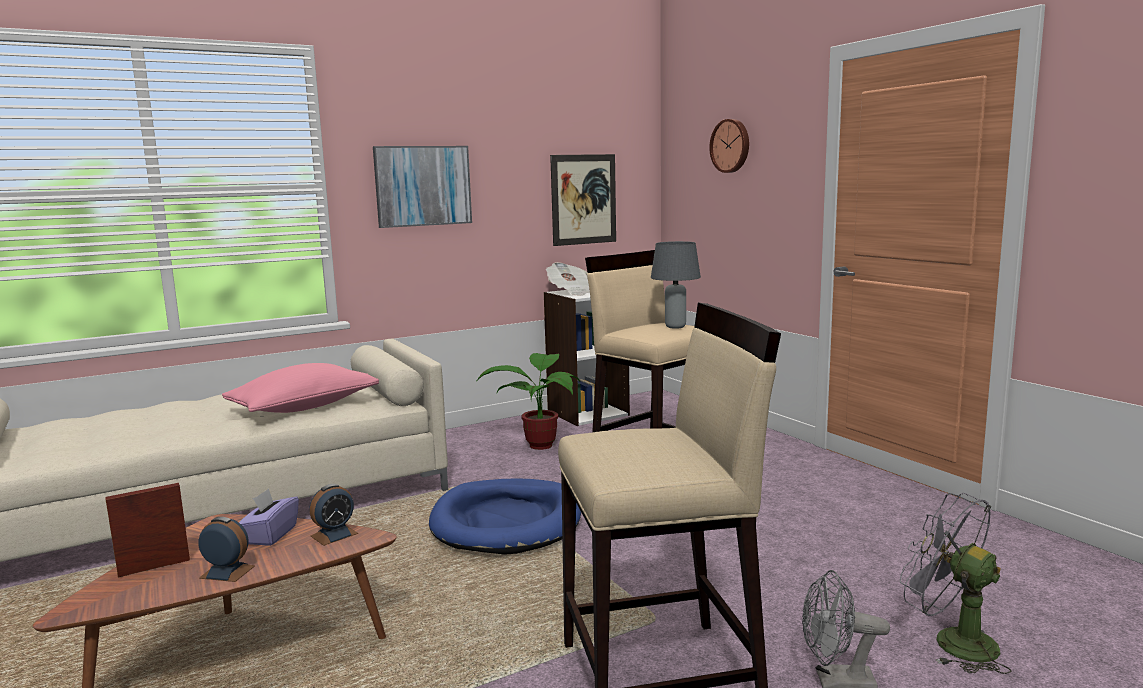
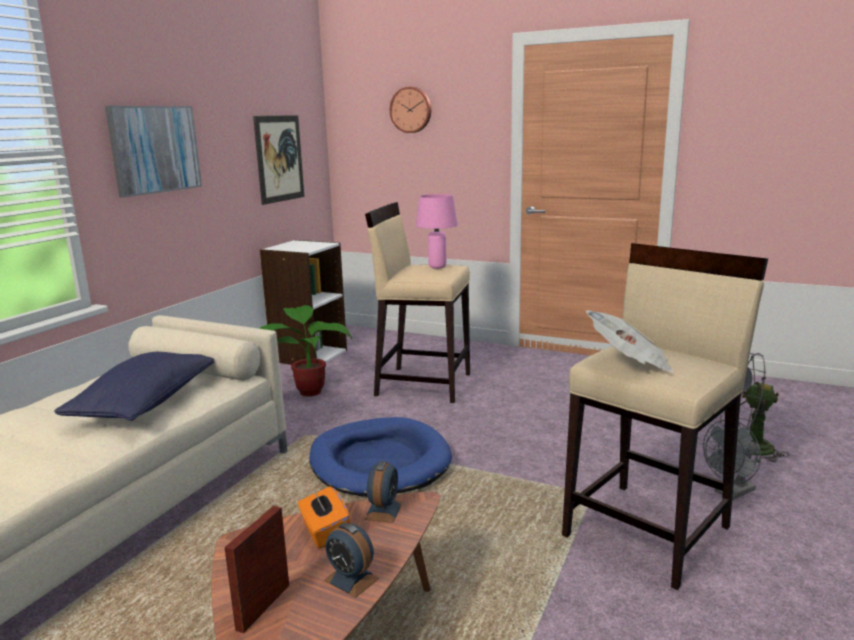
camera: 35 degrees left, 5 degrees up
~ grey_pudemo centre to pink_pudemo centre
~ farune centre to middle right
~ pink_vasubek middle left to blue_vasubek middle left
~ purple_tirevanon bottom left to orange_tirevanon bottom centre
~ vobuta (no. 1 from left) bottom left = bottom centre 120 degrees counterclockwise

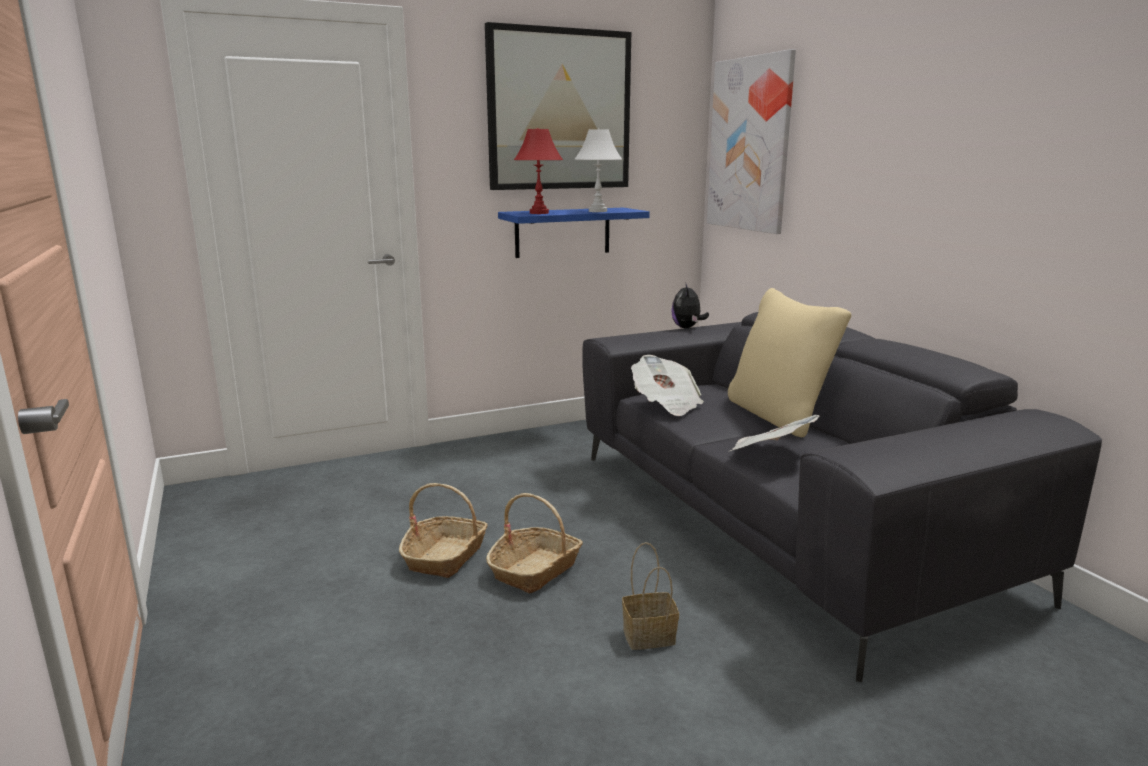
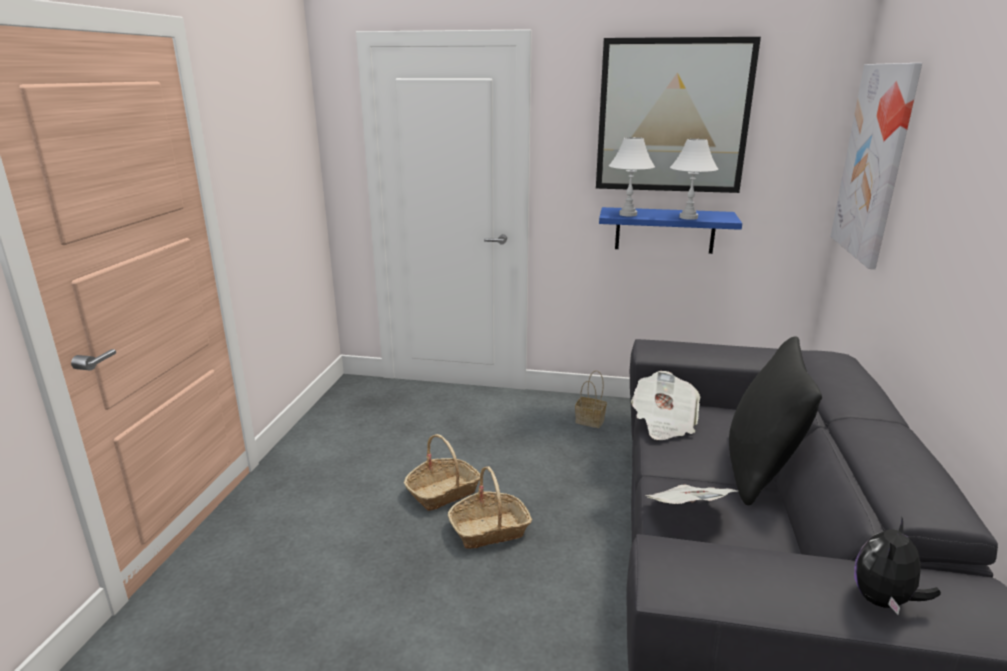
camera: 35 degrees right, 5 degrees up
~ red_pudemo top centre to white_pudemo (no. 1 from left) top centre
~ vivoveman centre to bottom right
~ beige_vasubek middle right to black_vasubek middle right
~ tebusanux (no. 3 from left) bottom centre to centre

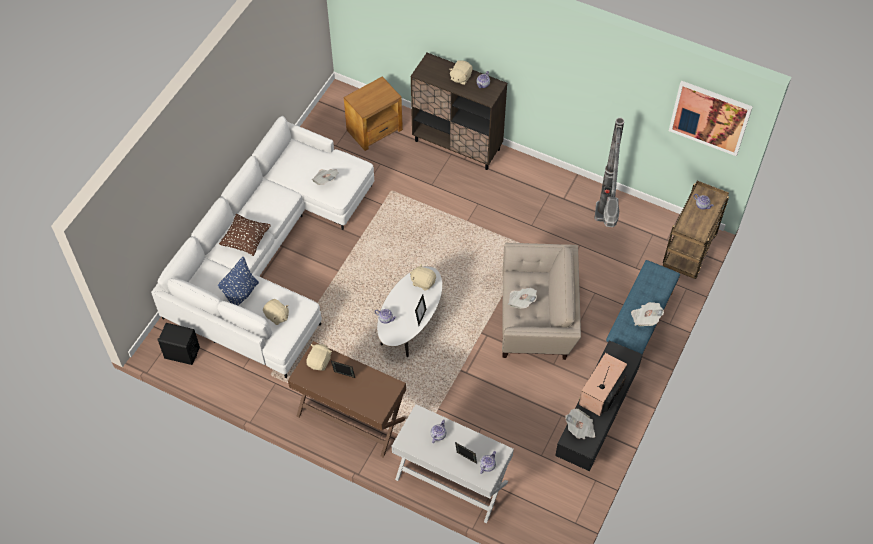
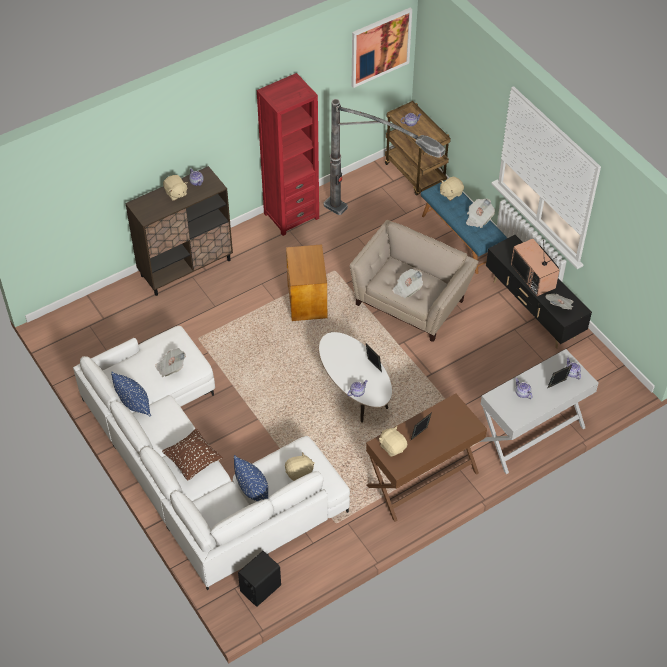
camera: 60 degrees left, 5 degrees down
~ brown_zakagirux top centre to centre
~ beige_vivoveman (no. 3 from left in the first image) centre to beige_vivoveman (no. 4 from left) top right
+ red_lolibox top centre
+ blue_vasubek (no. 1 from left) middle left

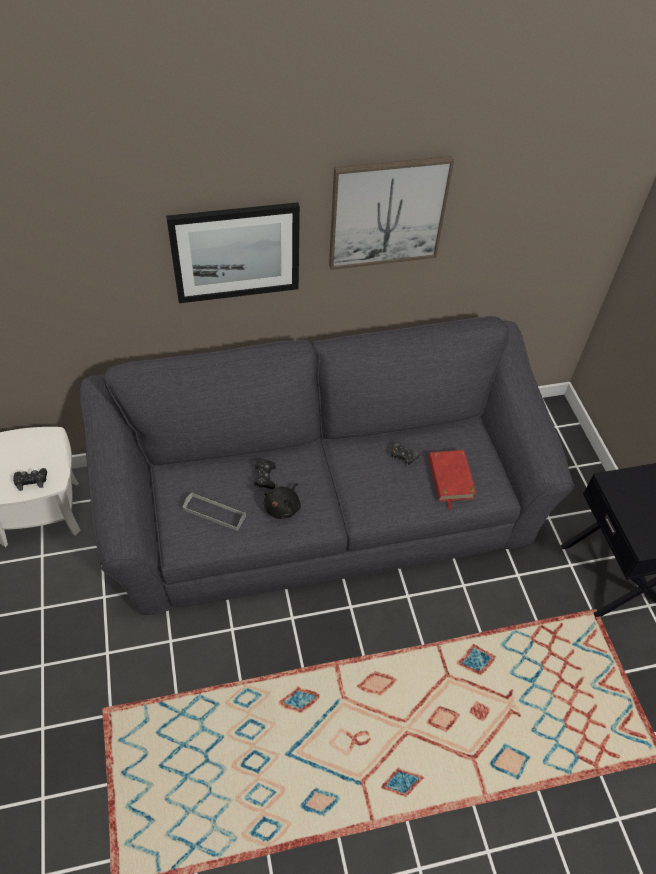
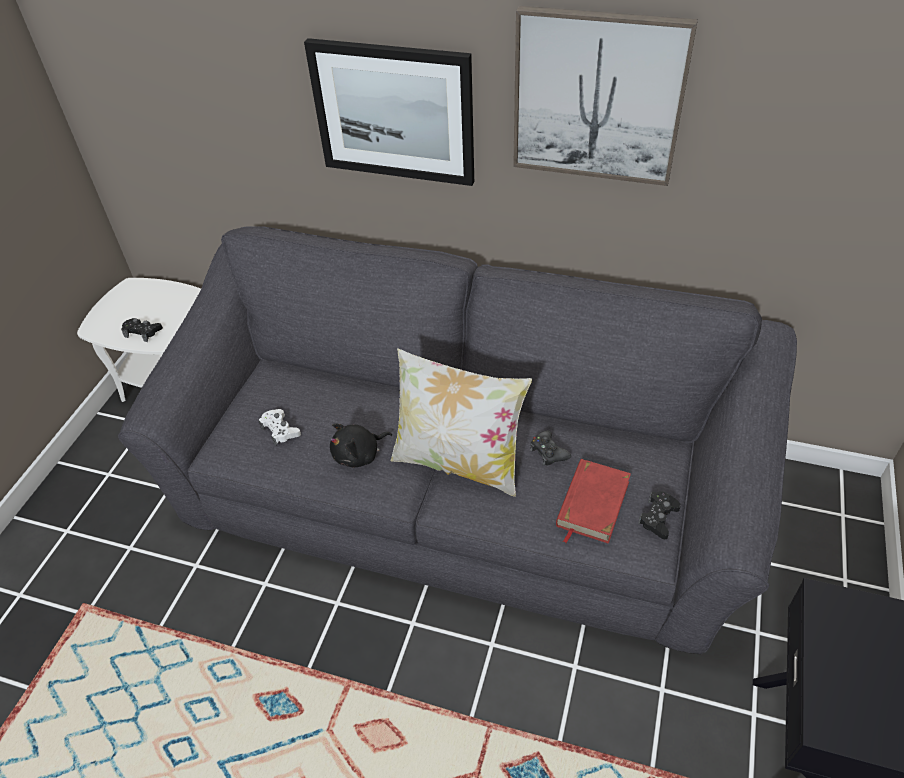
camera: 35 degrees right, 5 degrees down
~ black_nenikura (no. 2 from left in the first image) centre to black_nenikura (no. 3 from left) middle right
~ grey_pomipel middle left to white_nenikura middle left
+ vasubek centre

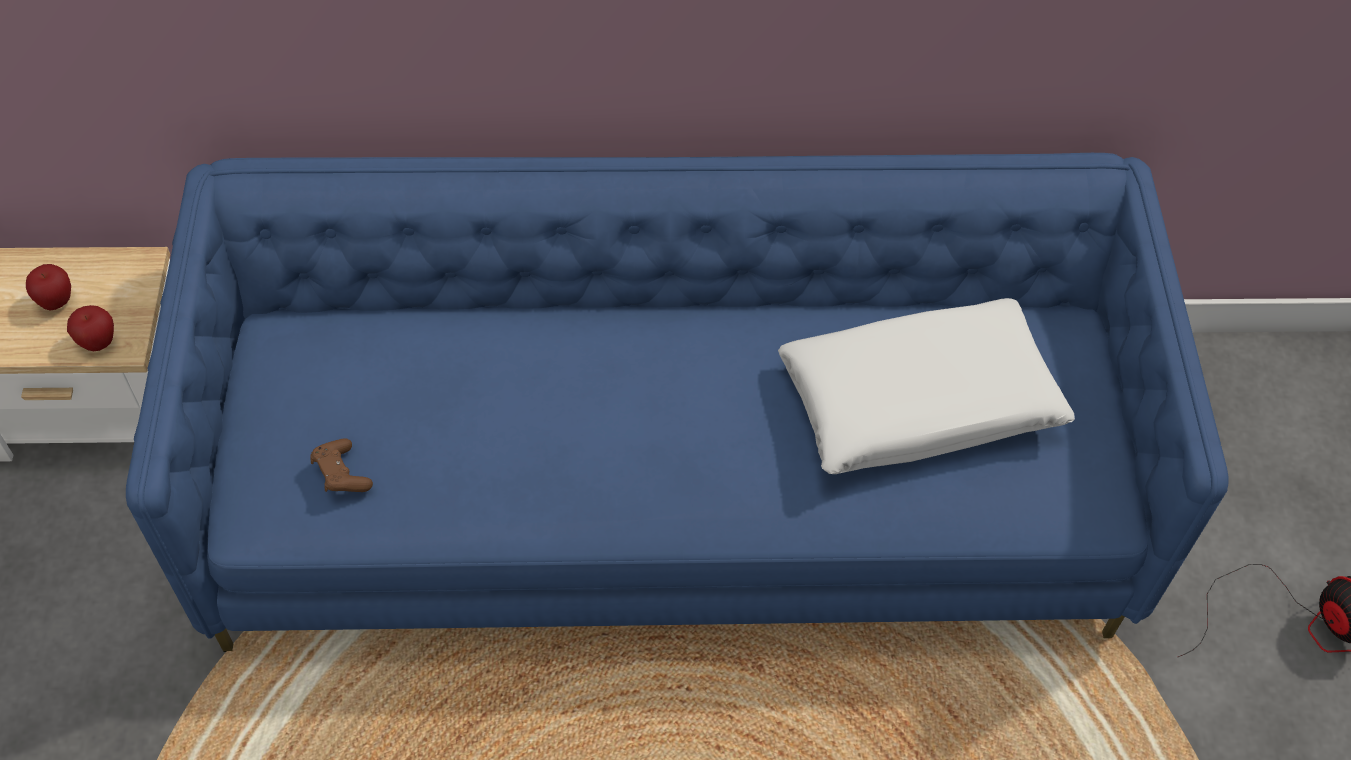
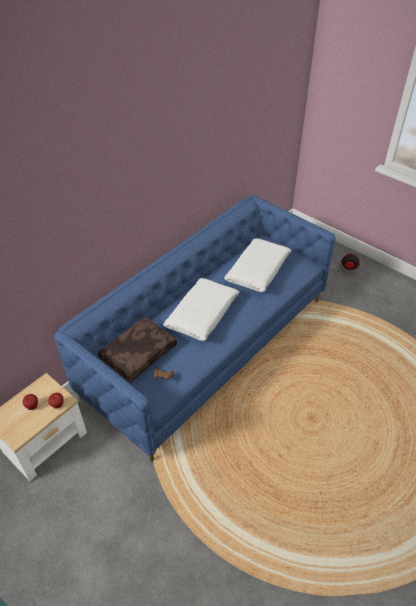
camera: 45 degrees left, 10 degrees down
+ white_vasubek (no. 1 from left) centre
+ brown_vasubek middle left

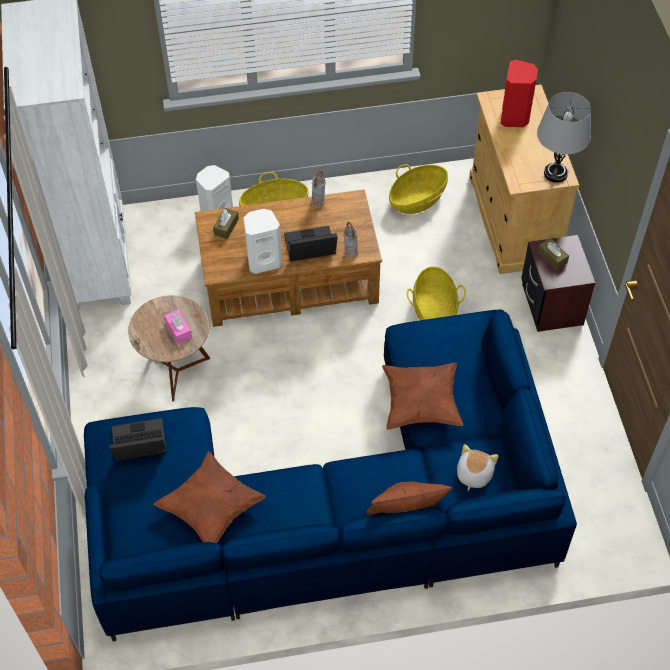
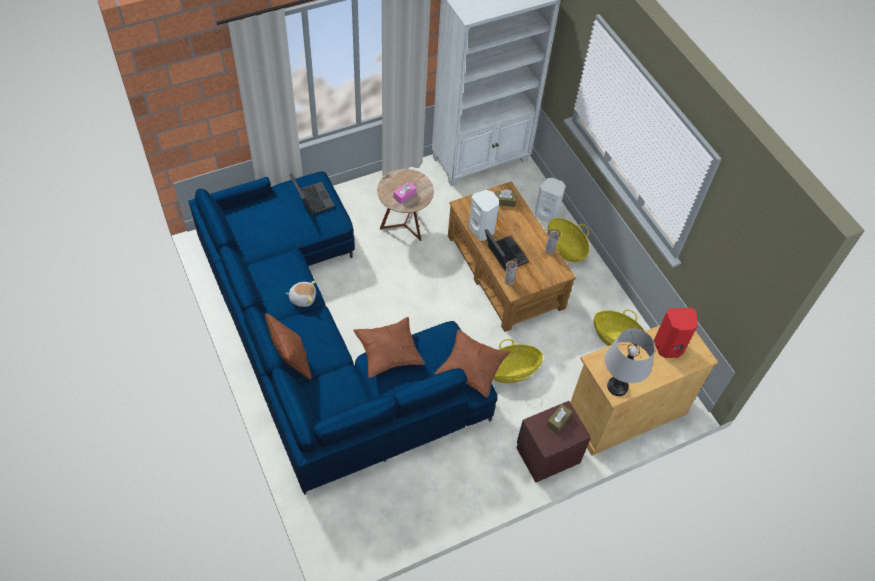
camera: 70 degrees right, 0 degrees up
~ vivoveman bottom right to centre
~ brown_vasubek (no. 1 from left in the first image) bottom left to brown_vasubek (no. 3 from left) centre

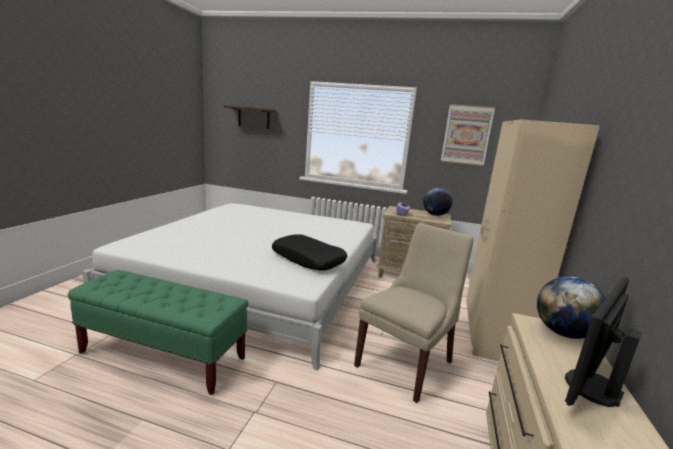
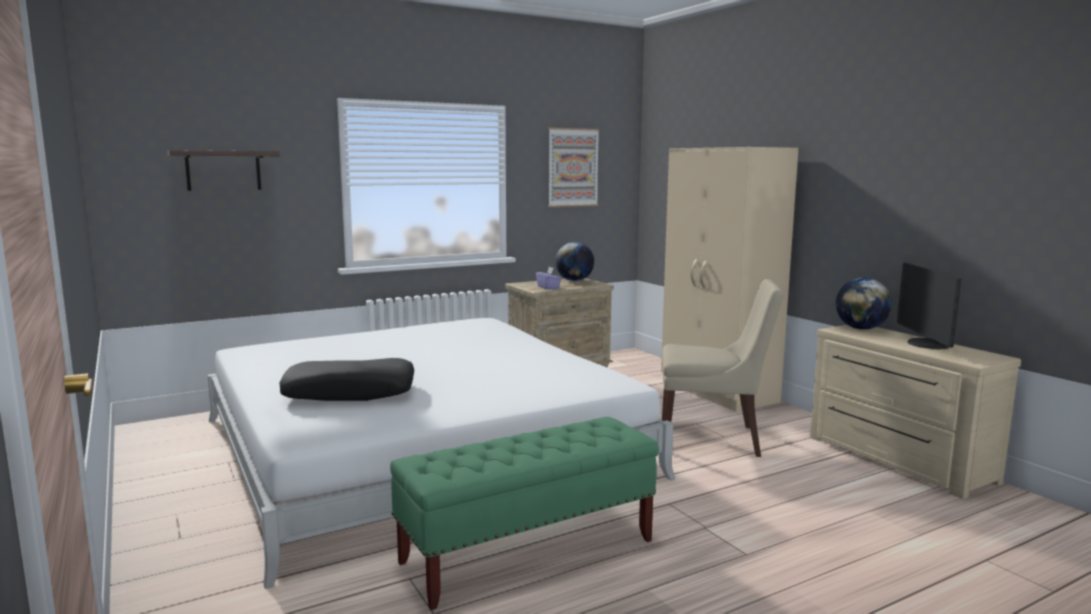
camera: 45 degrees left, 5 degrees down
~ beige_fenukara bottom centre = centre 105 degrees clockwise
~ black_vasubek centre to middle left

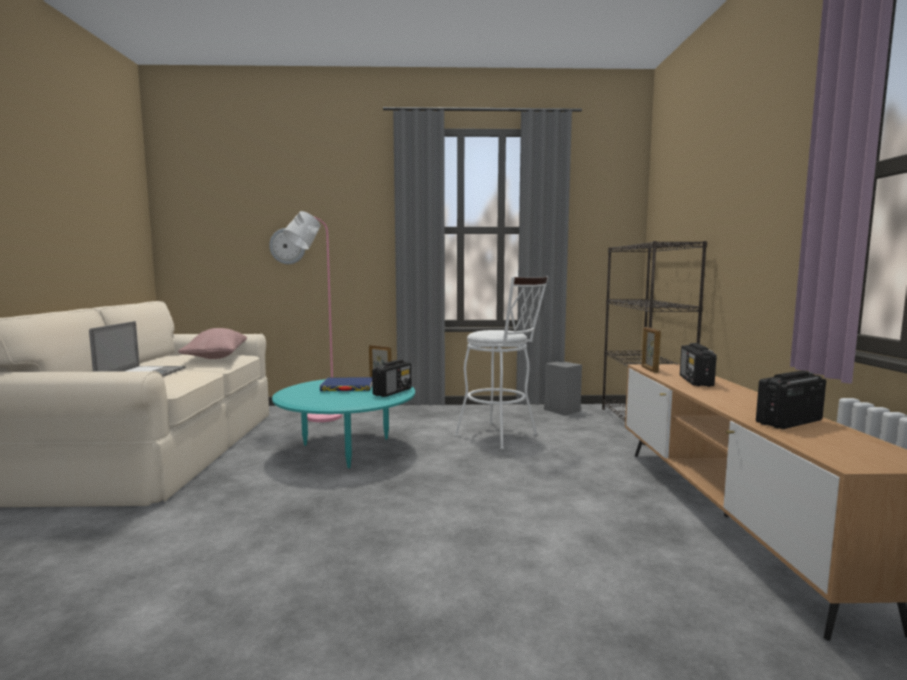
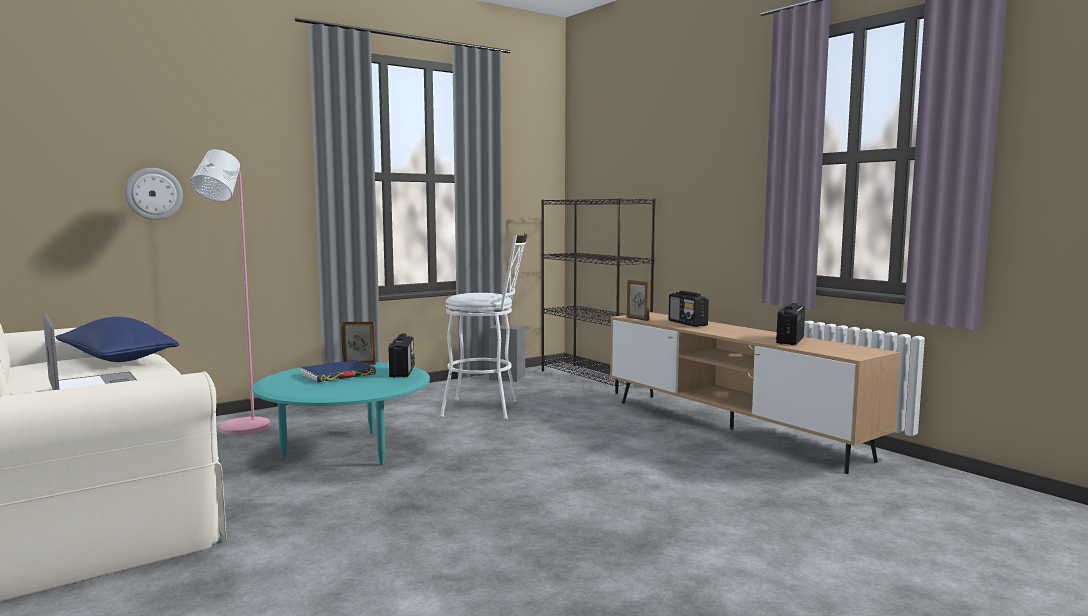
camera: 35 degrees left, 0 degrees up
~ pink_vasubek middle left to blue_vasubek middle left

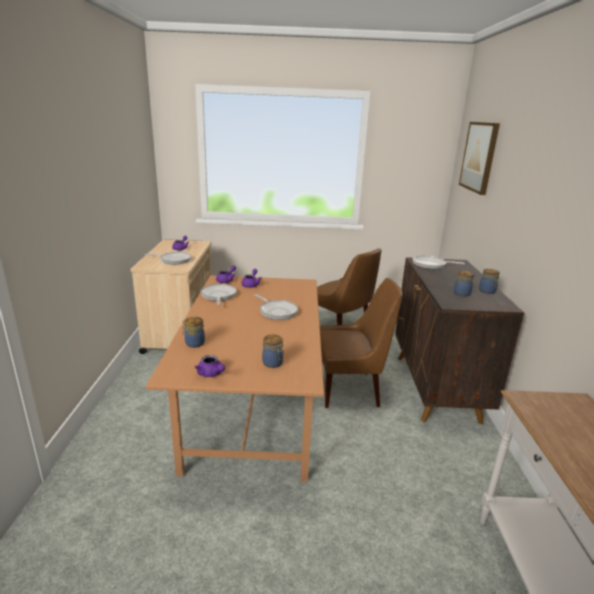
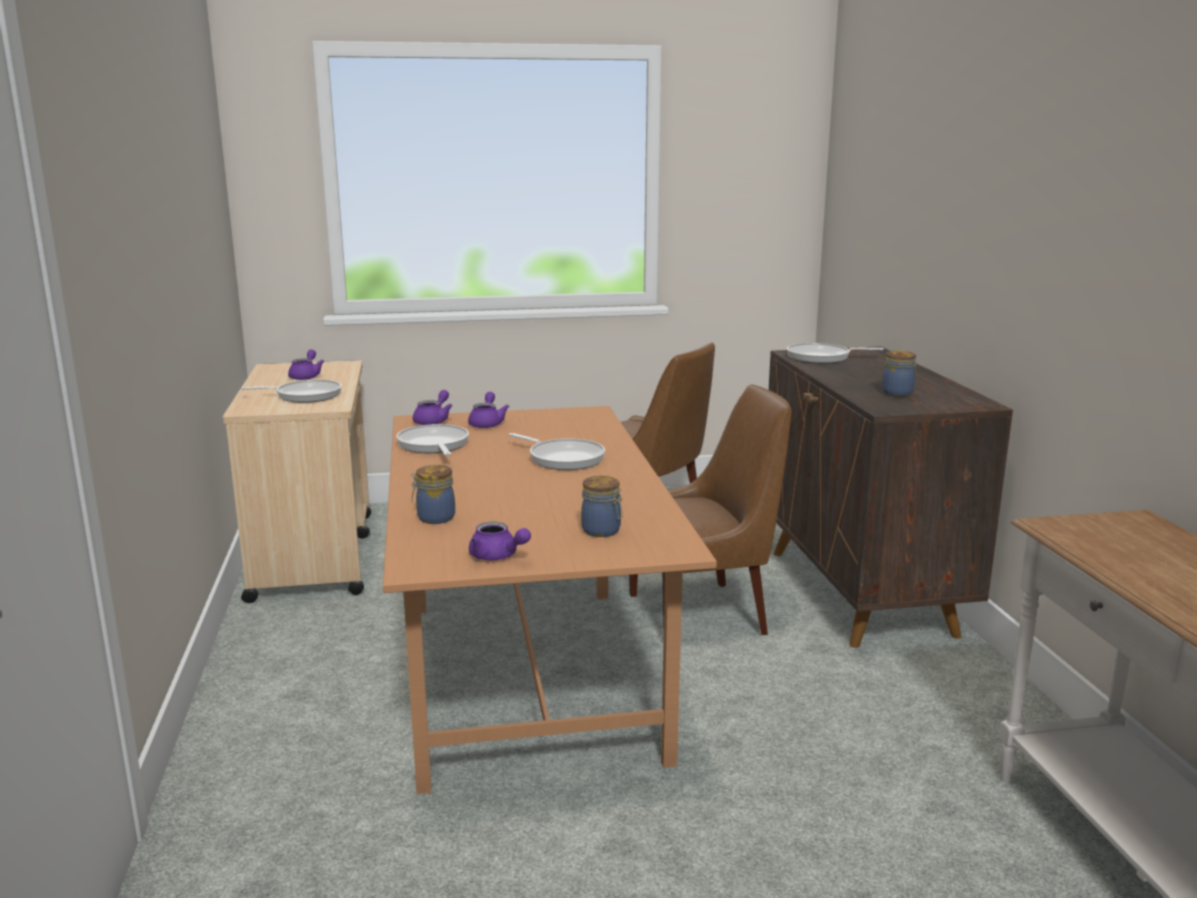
camera: 10 degrees left, 5 degrees down
- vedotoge top right
- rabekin (no. 4 from left) middle right

